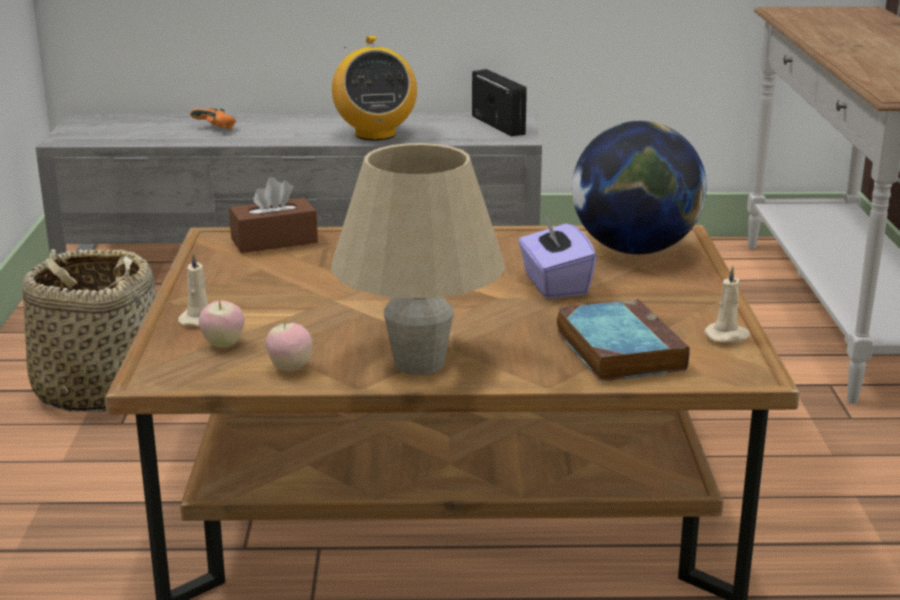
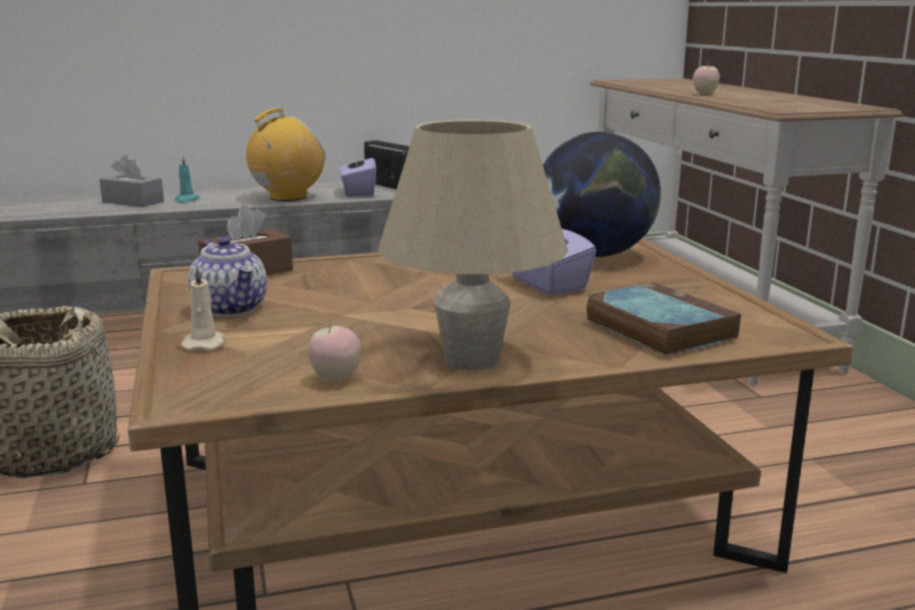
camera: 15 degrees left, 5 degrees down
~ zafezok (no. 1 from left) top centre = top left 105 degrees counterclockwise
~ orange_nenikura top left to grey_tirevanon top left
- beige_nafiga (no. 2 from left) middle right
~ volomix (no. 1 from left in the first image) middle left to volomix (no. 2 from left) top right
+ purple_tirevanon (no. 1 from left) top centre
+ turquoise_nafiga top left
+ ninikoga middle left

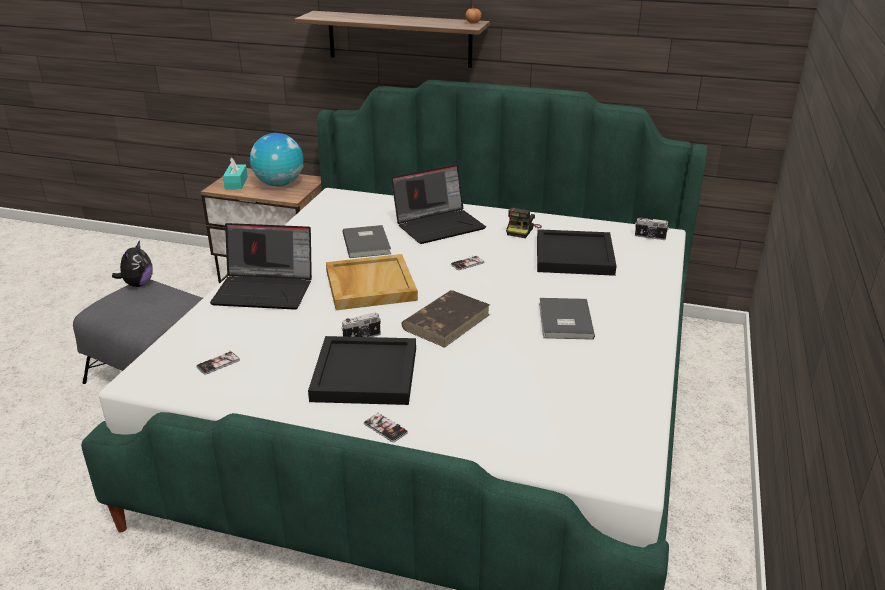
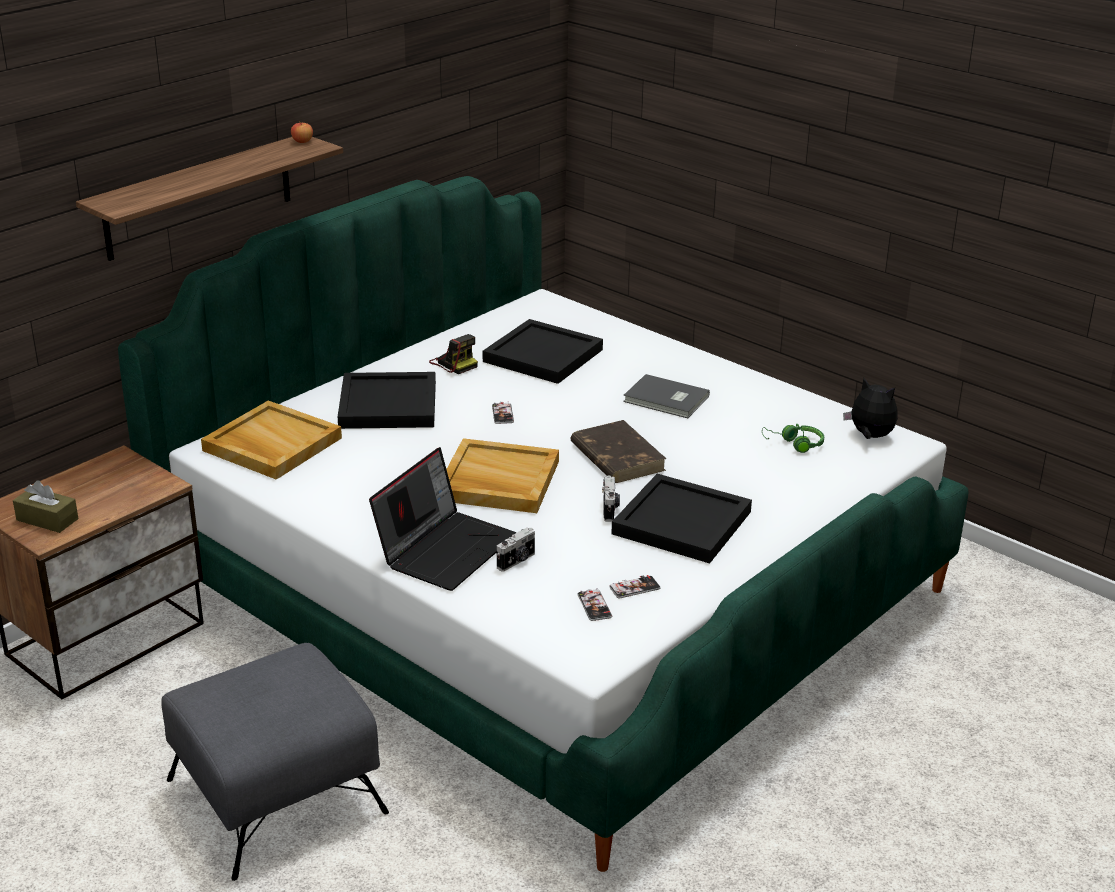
camera: 65 degrees left, 0 degrees up
- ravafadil top left
~ turquoise_tirevanon top left to brown_tirevanon middle left
~ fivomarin (no. 2 from left) centre to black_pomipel (no. 1 from left) centre
~ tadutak (no. 3 from left in the first image) middle right to tadutak (no. 2 from left) centre
- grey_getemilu (no. 1 from left) centre
~ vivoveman middle left to middle right
~ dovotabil (no. 2 from left in the first image) bottom centre to dovotabil (no. 3 from left) centre
+ beige_pomipel (no. 1 from left) middle left
+ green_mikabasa middle right

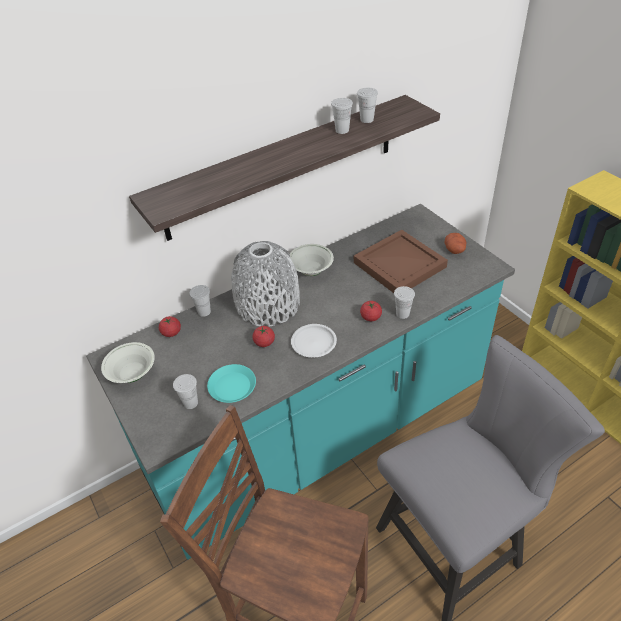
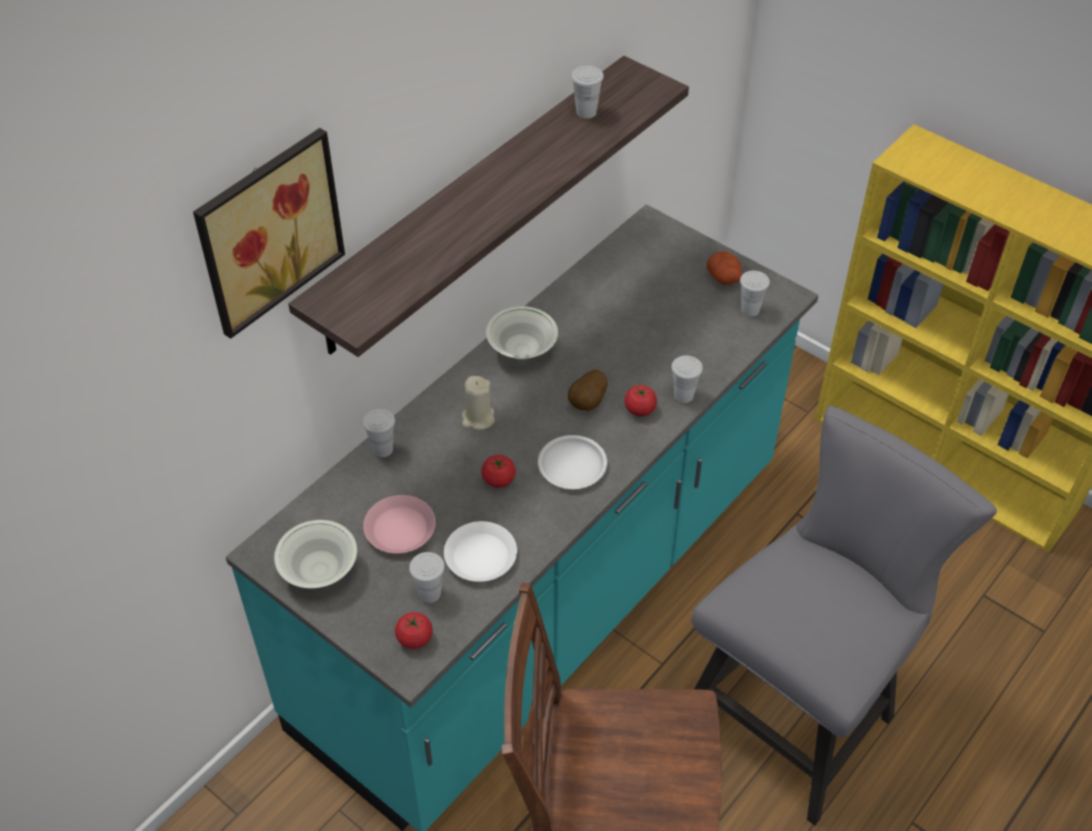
camera: 20 degrees left, 5 degrees up
~ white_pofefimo (no. 3 from left in the first image) top centre to white_pofefimo (no. 5 from left) middle right
- brown_pomipel centre
~ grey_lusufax centre to beige_nafiga centre
~ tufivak (no. 1 from left) middle left to bottom centre
~ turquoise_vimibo centre to white_vimibo (no. 1 from left) centre
+ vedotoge top left
+ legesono (no. 1 from left) centre
+ pink_vimibo centre

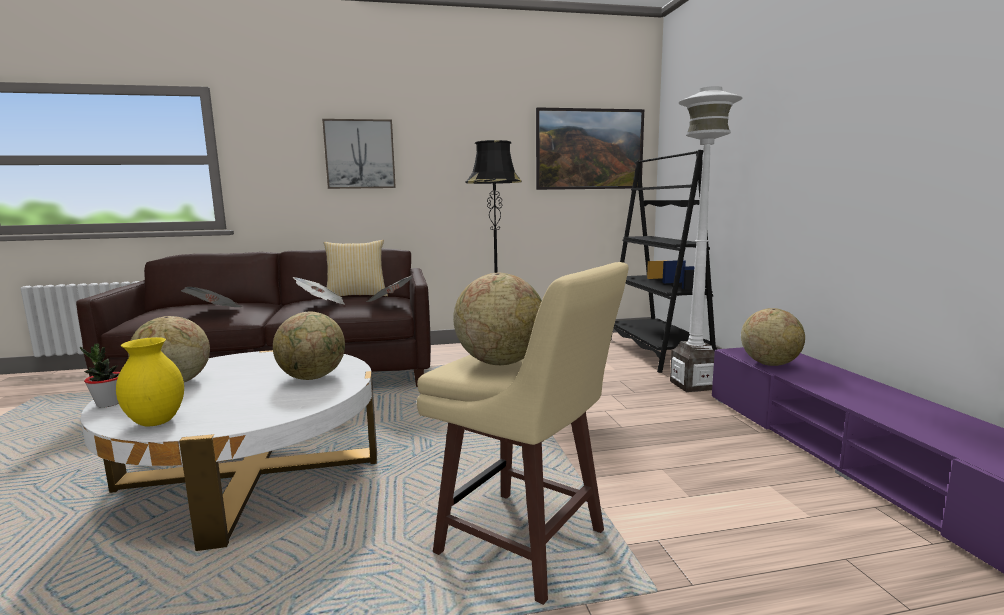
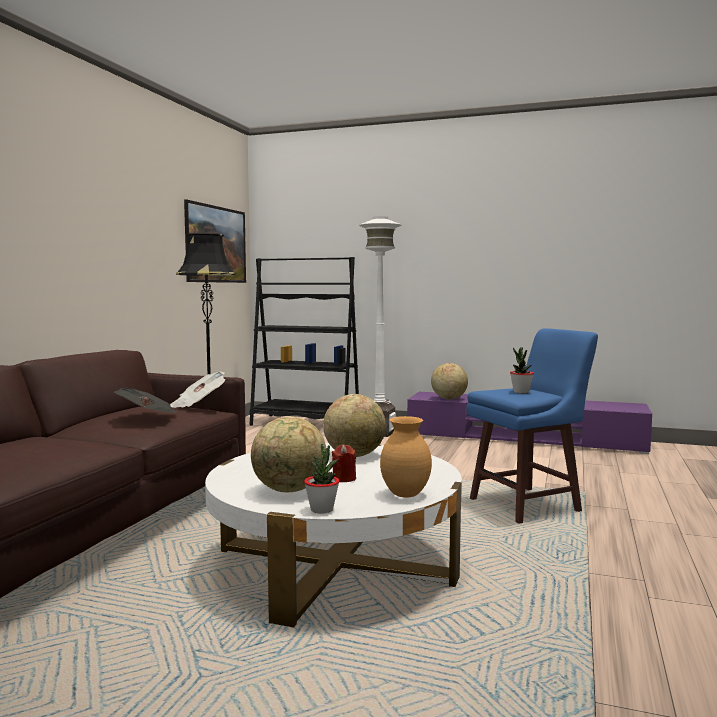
camera: 60 degrees left, 5 degrees down
- vedotoge (no. 1 from left) top centre
- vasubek centre
~ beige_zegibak bottom centre to blue_zegibak middle right
~ ravafadil (no. 3 from left) centre to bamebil (no. 2 from left) middle right
- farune (no. 1 from left) middle left
~ yellow_lusufax middle left to brown_lusufax centre
+ red_nafiga centre

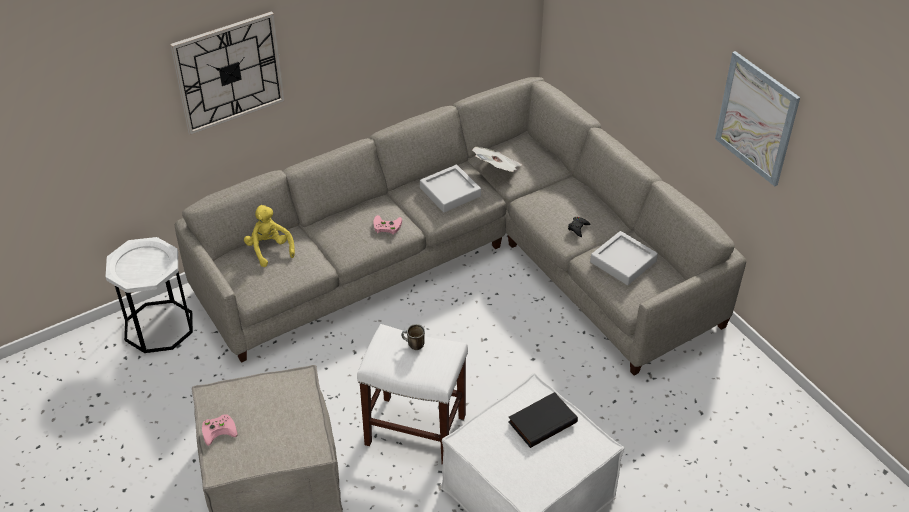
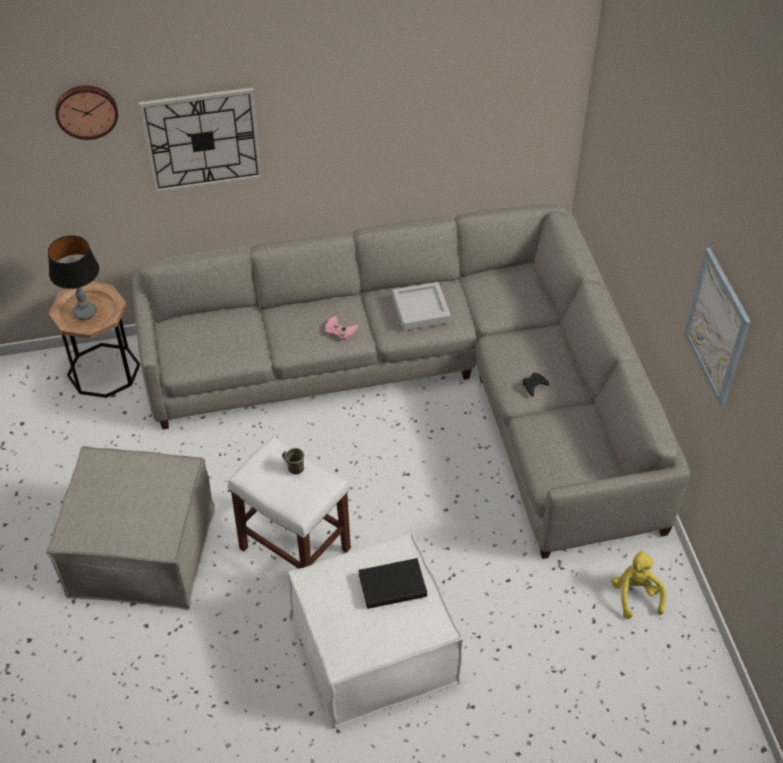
camera: 20 degrees right, 5 degrees up
- farune top centre
~ yellow_vivoveman middle left to bottom right
- grey_pomipel (no. 2 from left) middle right
~ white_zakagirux middle left to brown_zakagirux middle left
- pink_nenikura (no. 1 from left) bottom left
+ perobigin (no. 1 from left) top left
+ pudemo middle left

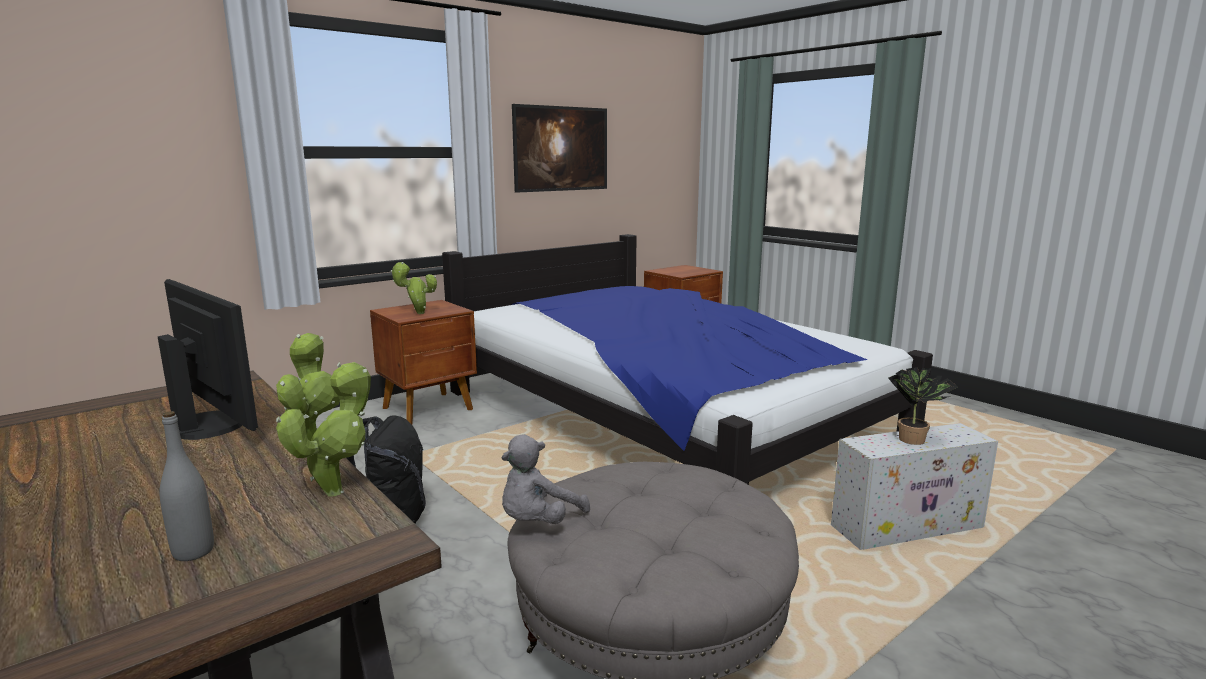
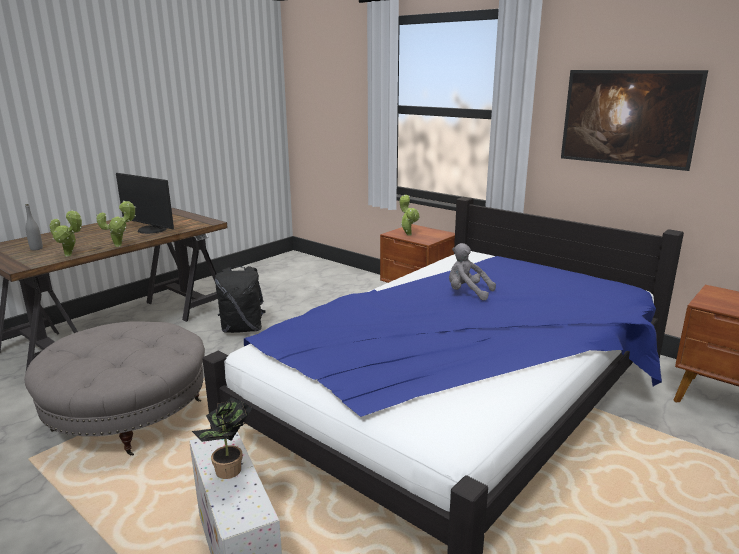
camera: 80 degrees right, 5 degrees up
~ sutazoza middle left = middle left 90 degrees clockwise
~ grey_vivoveman bottom centre to centre

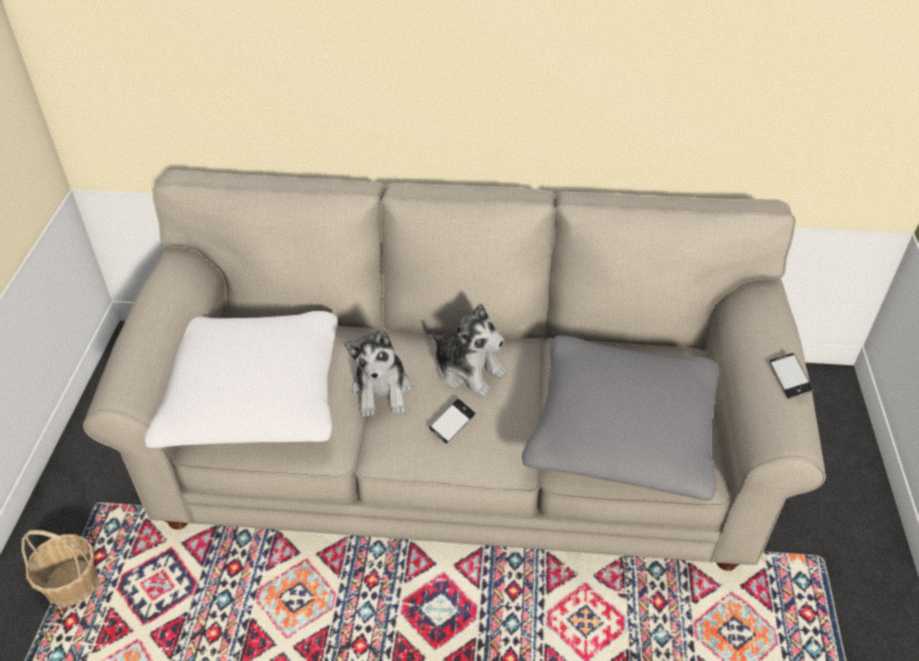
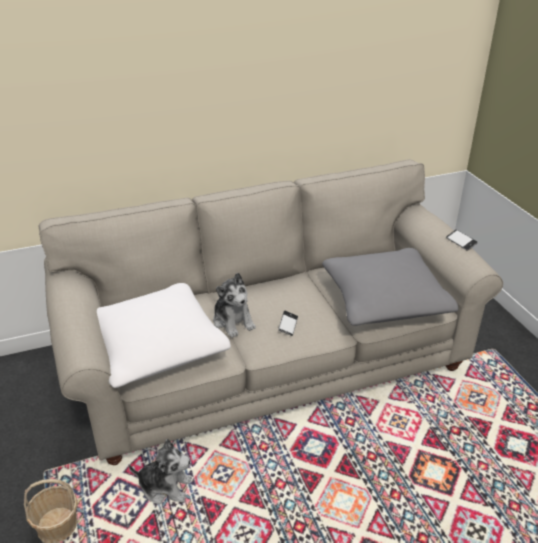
camera: 25 degrees left, 10 degrees down
~ vivoveman (no. 2 from left in the first image) centre to vivoveman (no. 1 from left) bottom left

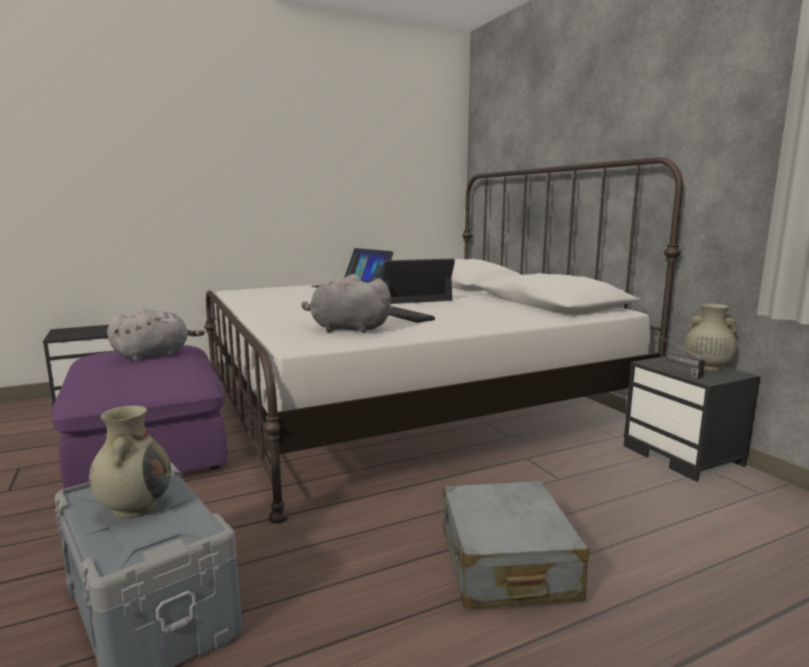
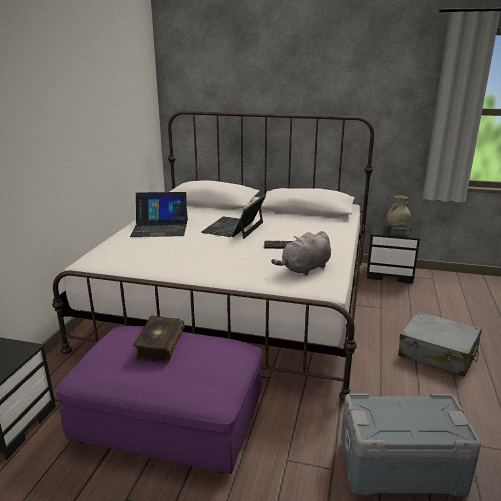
camera: 50 degrees left, 10 degrees up
~ grey_vivoveman (no. 1 from left) middle left to getemilu bottom left
- beige_lusufax (no. 1 from left) bottom left

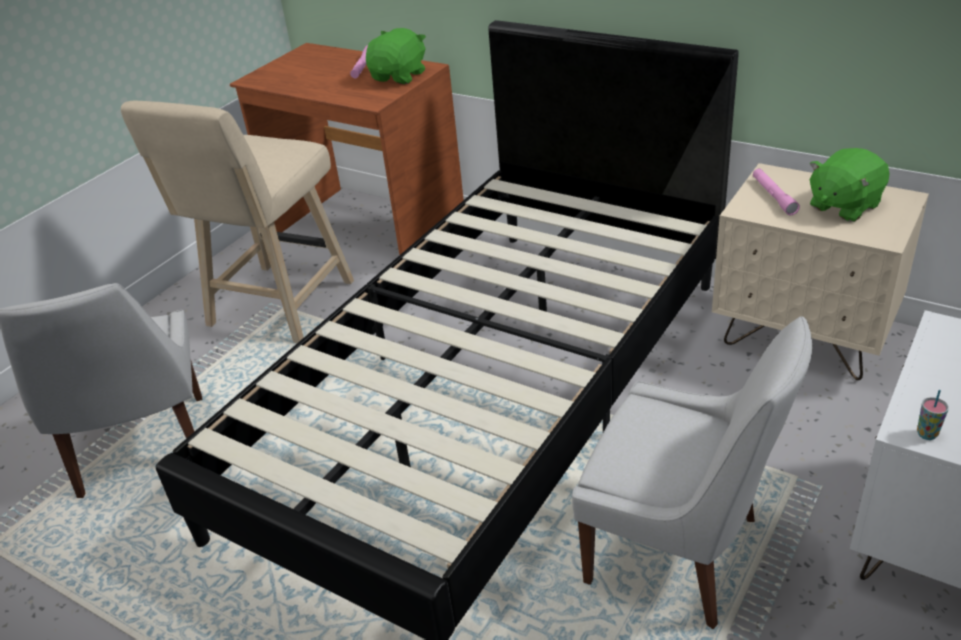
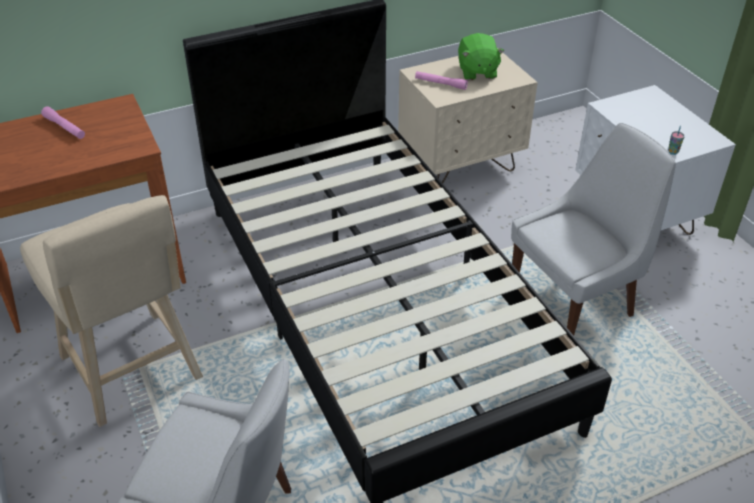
camera: 60 degrees left, 5 degrees up
- green_vivoveman (no. 1 from left) top centre

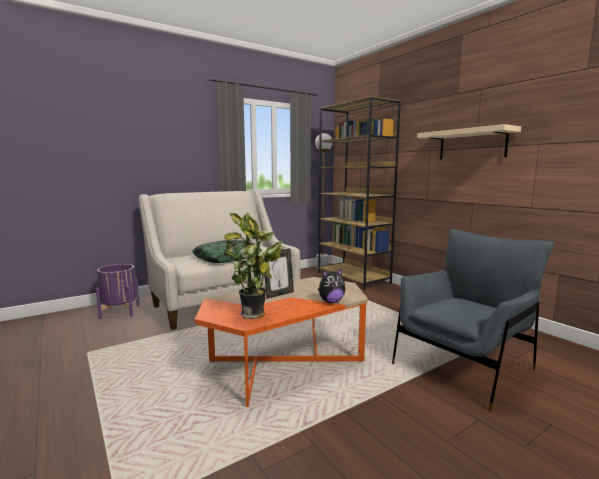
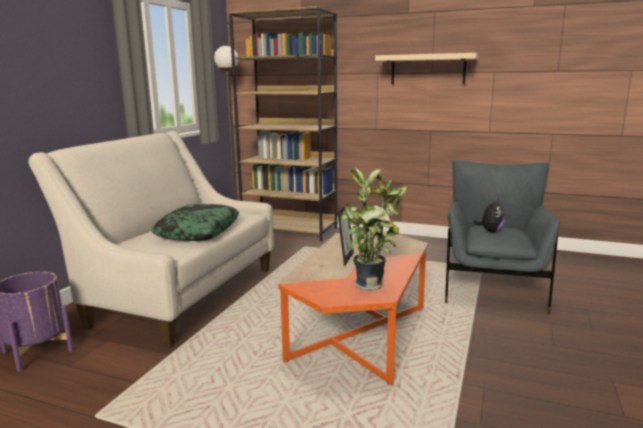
camera: 35 degrees left, 5 degrees up
~ vivoveman centre to middle right

